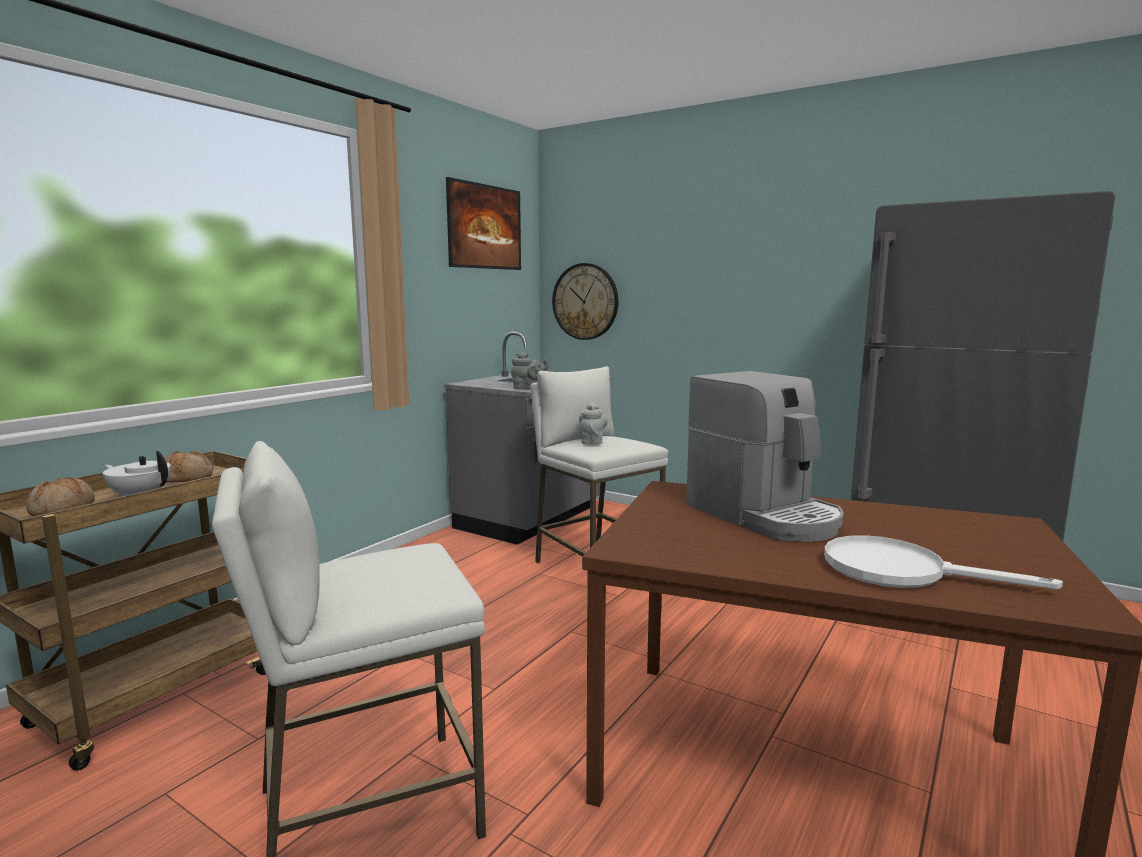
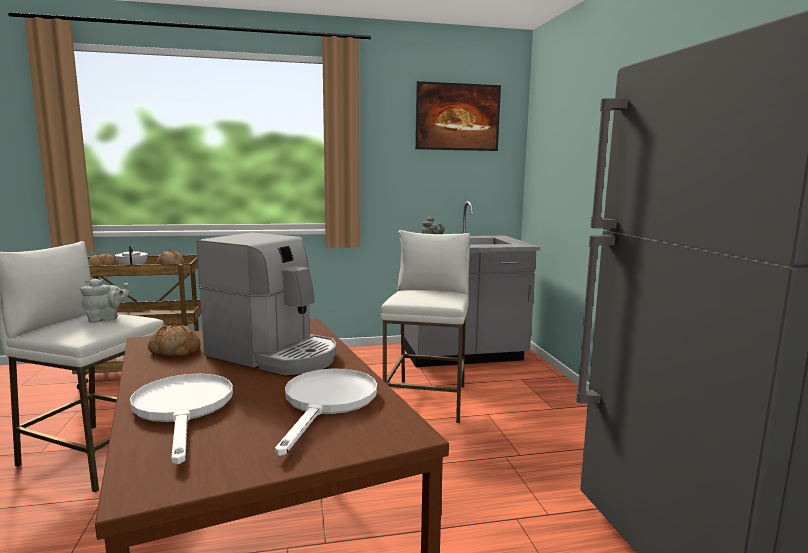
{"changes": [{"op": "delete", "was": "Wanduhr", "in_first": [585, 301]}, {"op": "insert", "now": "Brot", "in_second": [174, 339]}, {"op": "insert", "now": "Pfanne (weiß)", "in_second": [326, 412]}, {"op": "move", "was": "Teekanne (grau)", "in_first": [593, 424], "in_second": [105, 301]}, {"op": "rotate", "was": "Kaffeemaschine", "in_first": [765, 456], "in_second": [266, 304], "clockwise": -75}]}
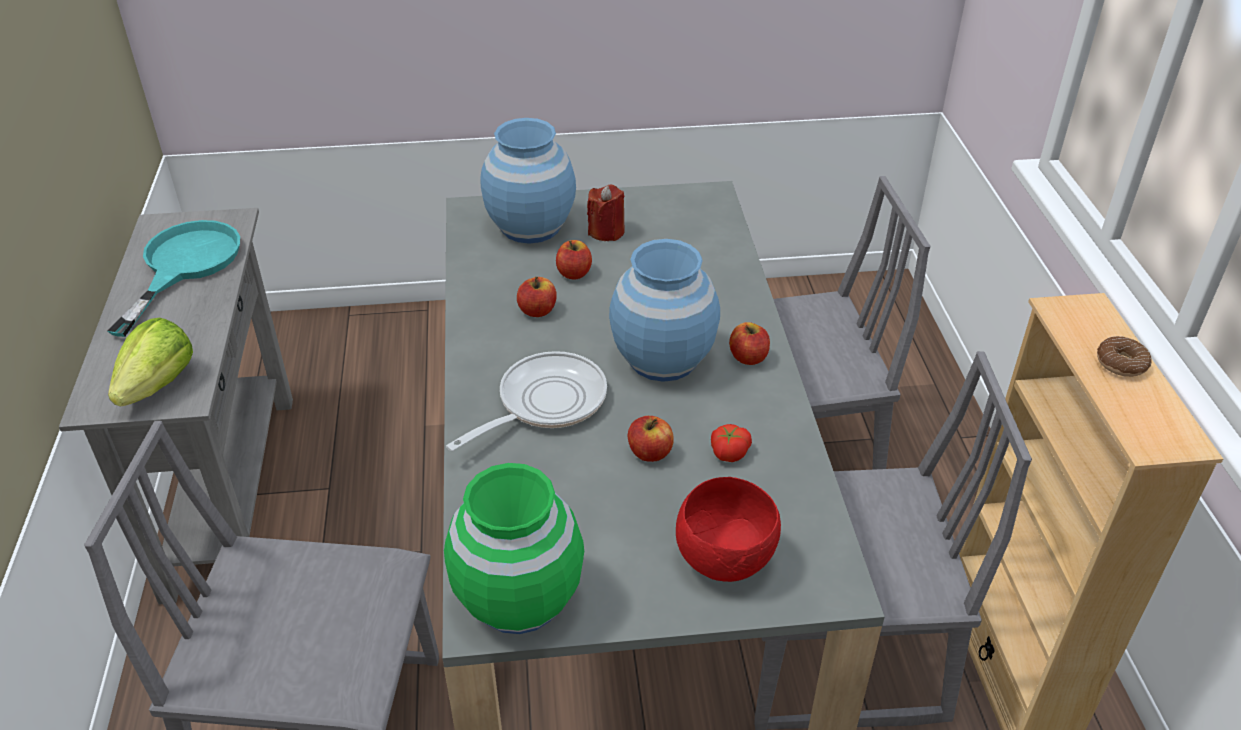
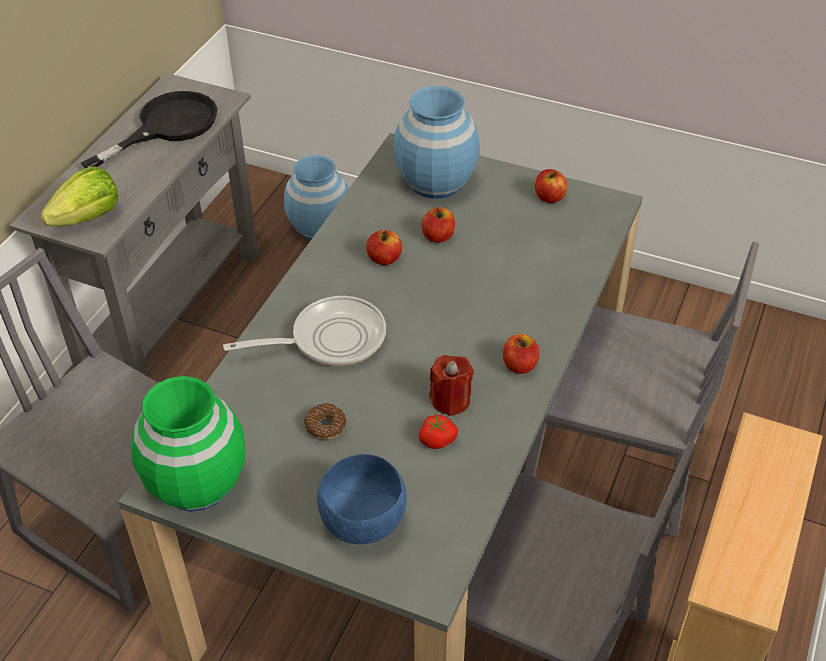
{"changes": [{"op": "move", "was": "Kerze (rot)", "in_first": [606, 212], "in_second": [452, 385]}, {"op": "move", "was": "Vase (blau)", "in_first": [664, 310], "in_second": [316, 197]}, {"op": "move", "was": "Apfel", "in_first": [651, 439], "in_second": [551, 186]}, {"op": "move", "was": "Donut", "in_first": [1124, 356], "in_second": [325, 421]}, {"op": "recolor", "was": "Pfanne (türkis)", "now": "Pfanne (schwarz)", "in_first": [173, 278], "in_second": [149, 129]}, {"op": "recolor", "was": "Schüssel (rot)", "now": "Schüssel (blau)", "in_first": [728, 529], "in_second": [362, 499]}]}
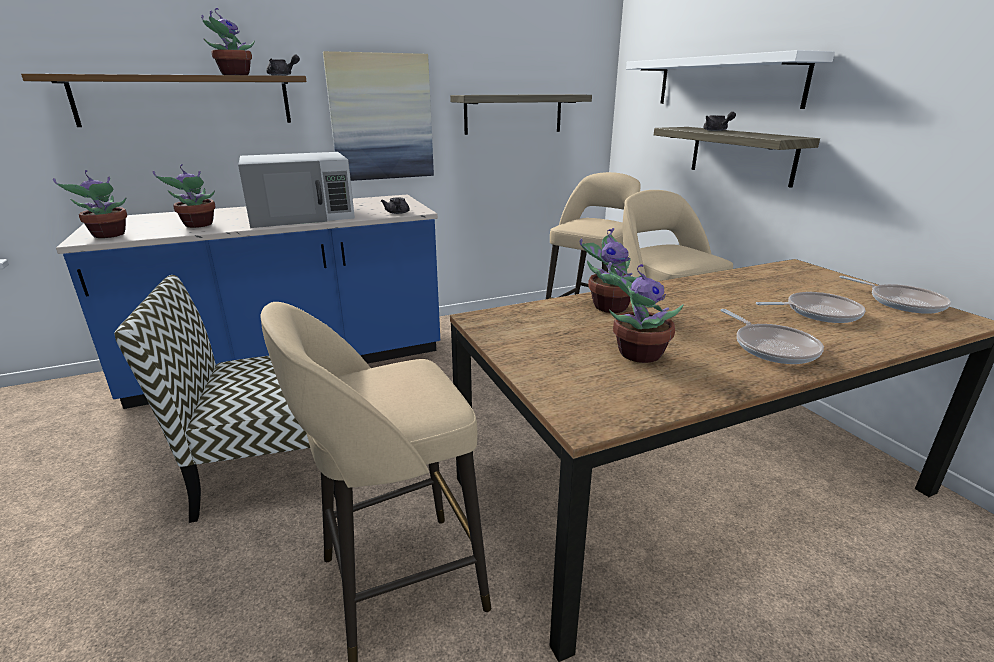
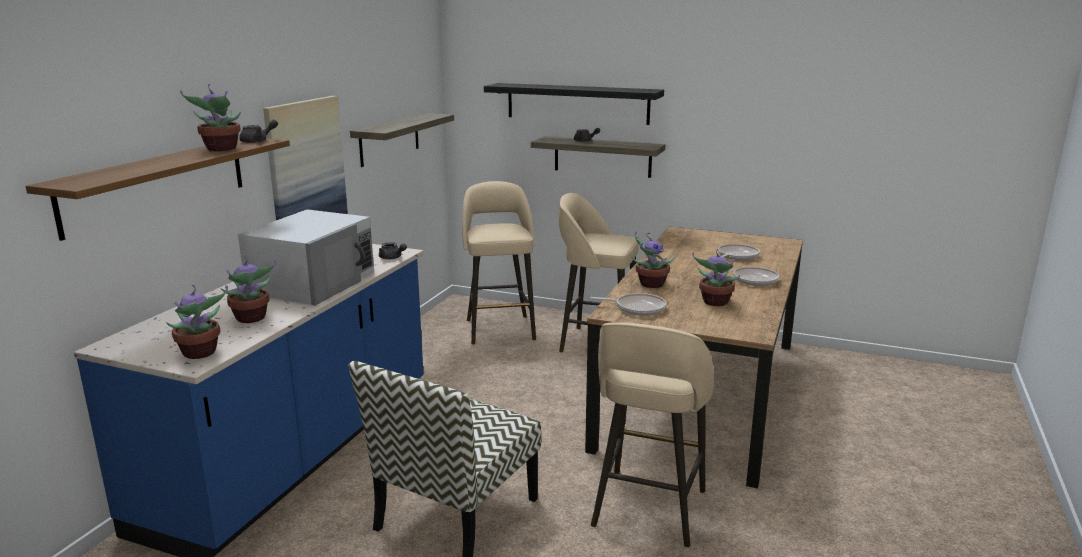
{"changes": [{"op": "move", "was": "Pfanne", "in_first": [895, 295], "in_second": [628, 304]}, {"op": "recolor", "was": "Wandregal (weiß)", "now": "Wandregal (schwarz)", "in_first": [730, 79], "in_second": [574, 104]}]}
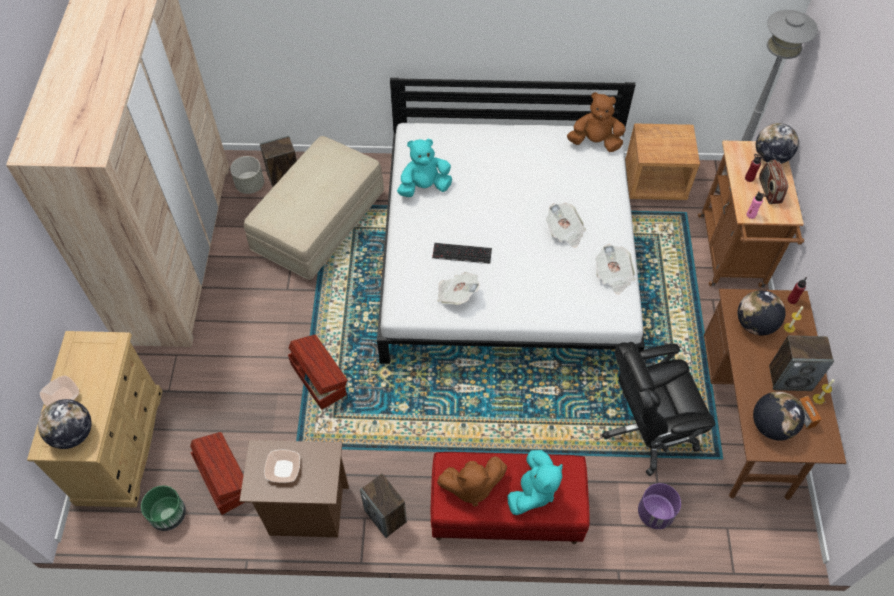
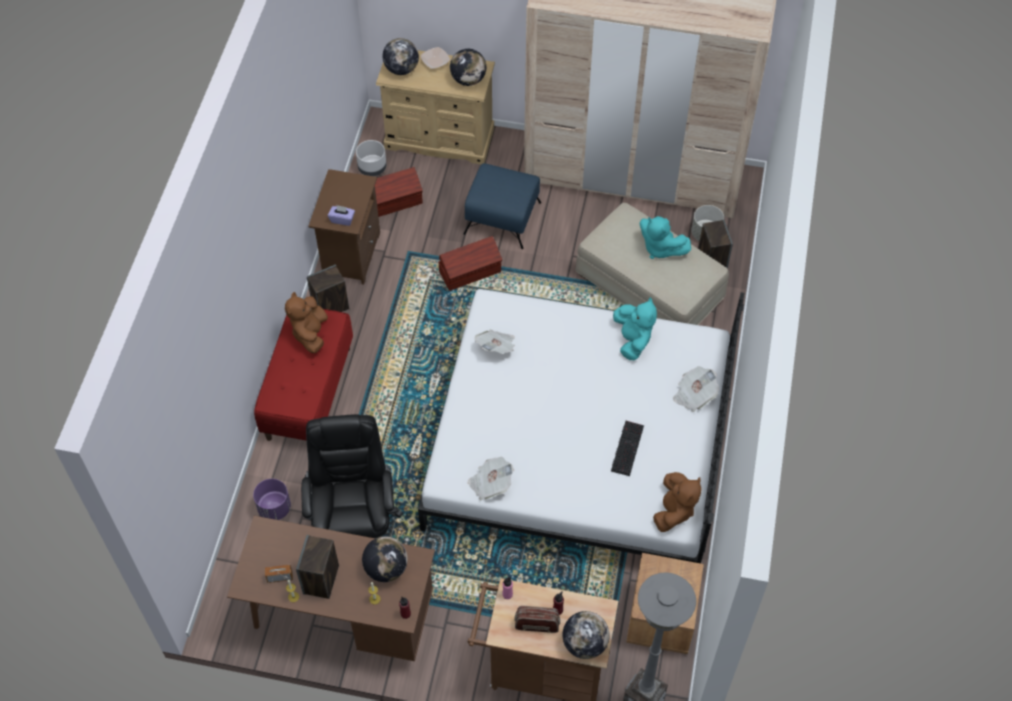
{"changes": [{"op": "delete", "was": "Schüssel", "in_first": [282, 466]}, {"op": "insert", "now": "Taschentuchbox (lila)", "in_second": [341, 215]}, {"op": "insert", "now": "Polsterhocker (blau)", "in_second": [502, 206]}, {"op": "move", "was": "Tastatur", "in_first": [462, 253], "in_second": [627, 448]}, {"op": "move", "was": "Plüschtier (türkis)", "in_first": [535, 482], "in_second": [665, 237]}, {"op": "move", "was": "Zeitung", "in_first": [566, 225], "in_second": [696, 389]}, {"op": "move", "was": "Globus", "in_first": [779, 416], "in_second": [468, 67]}, {"op": "recolor", "was": "Pflanzkübel (grün)", "now": "Pflanzkübel (grau)", "in_first": [163, 508], "in_second": [371, 158]}]}
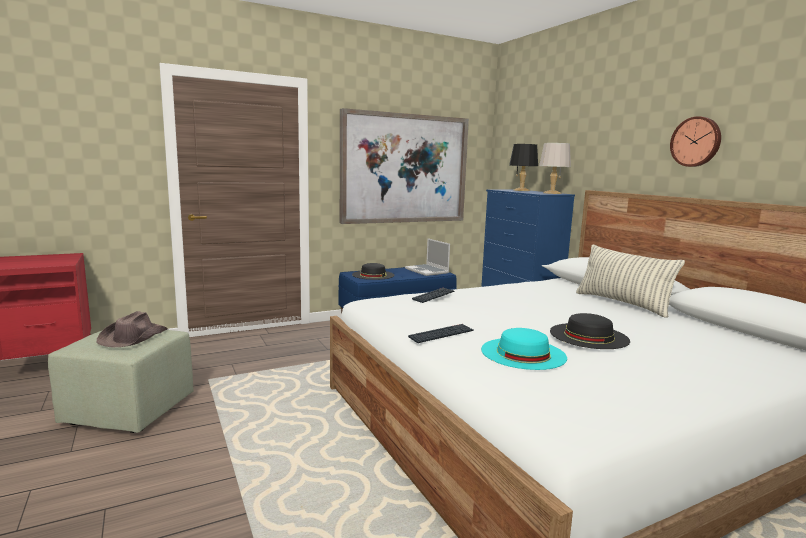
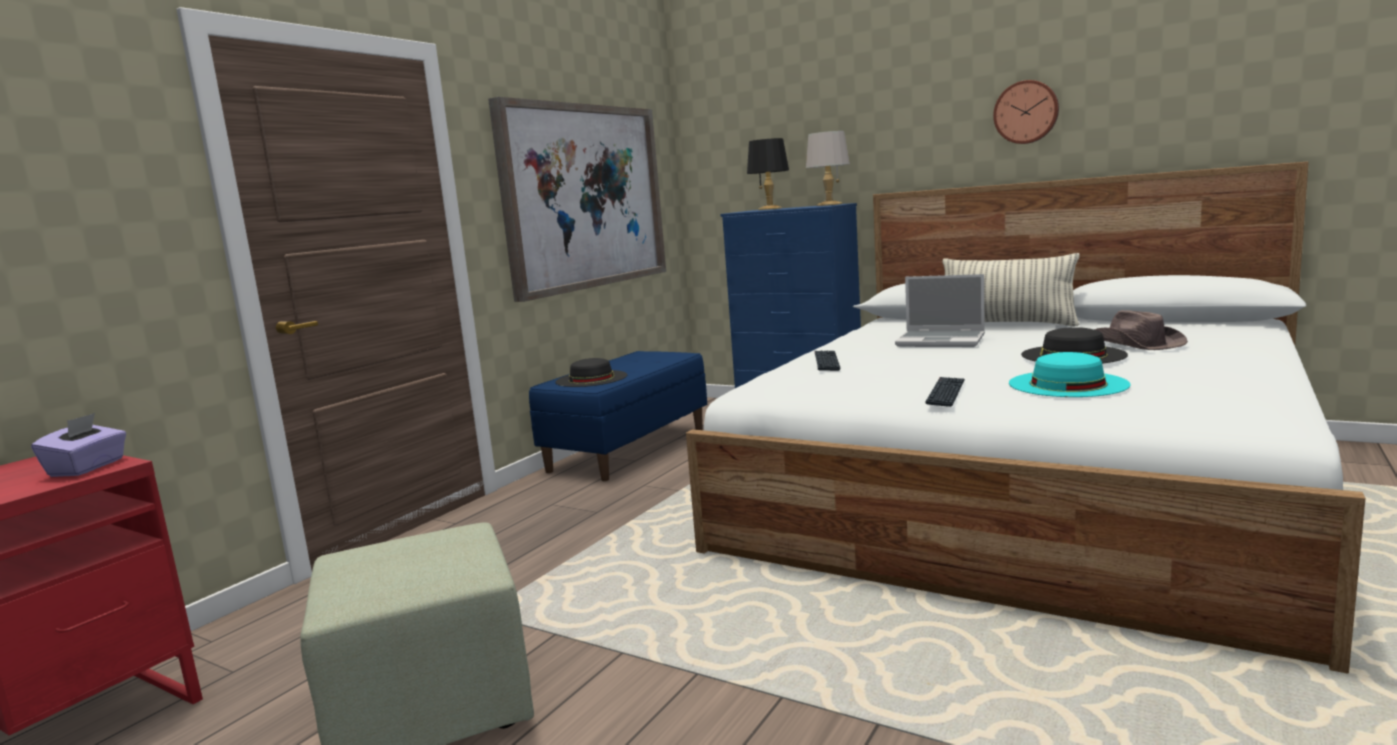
{"changes": [{"op": "insert", "now": "Taschentuchbox (lila)", "in_second": [78, 445]}, {"op": "move", "was": "Hut (braun)", "in_first": [132, 329], "in_second": [1141, 330]}, {"op": "move", "was": "Laptop", "in_first": [427, 257], "in_second": [940, 310]}]}
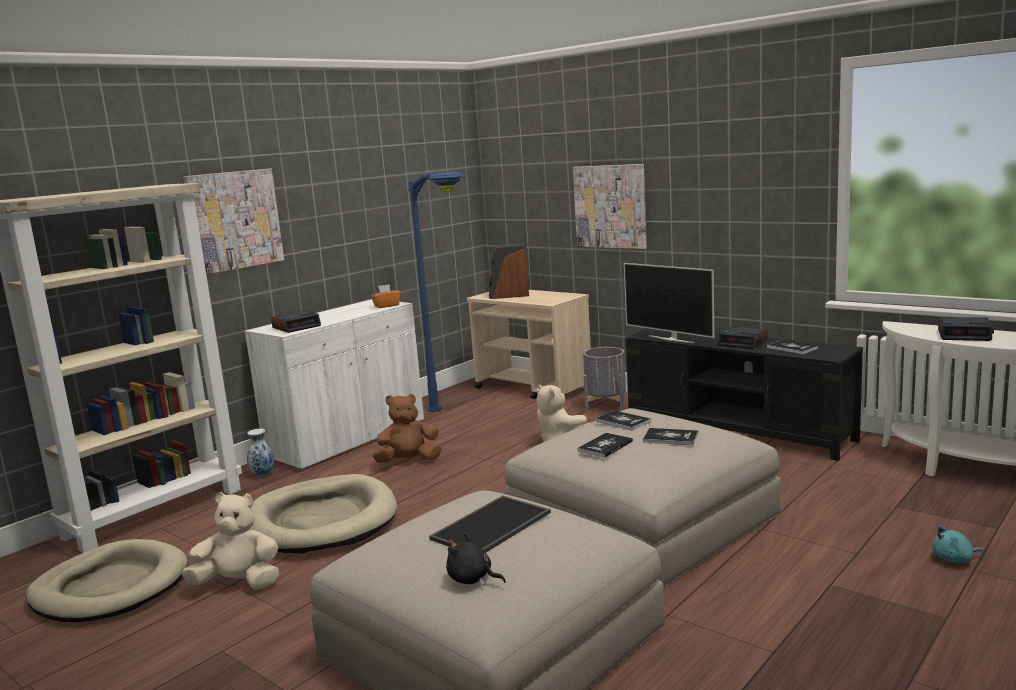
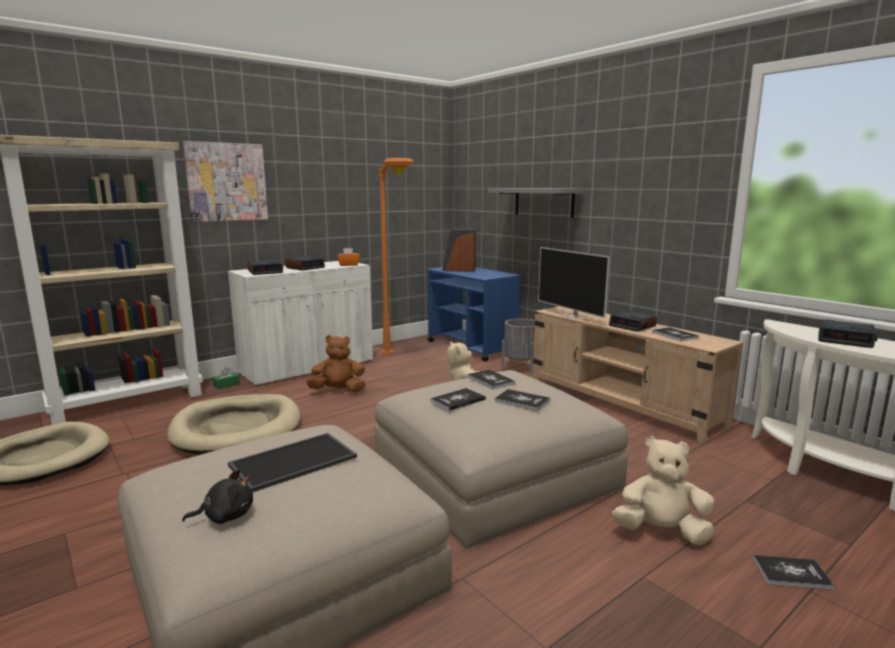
{"changes": [{"op": "insert", "now": "Wecker", "in_second": [305, 263]}, {"op": "move", "was": "Plüschtier (beige)", "in_first": [230, 540], "in_second": [663, 490]}, {"op": "replace", "was": "Vase", "now": "Taschentuchbox (grün)", "in_first": [260, 452], "in_second": [226, 378]}, {"op": "replace", "was": "Bild", "now": "Wandregal (grau)", "in_first": [610, 206], "in_second": [536, 203]}, {"op": "replace", "was": "Plüschtier (türkis)", "now": "Buch", "in_first": [957, 544], "in_second": [794, 572]}, {"op": "recolor", "was": "Stehlampe (blau)", "now": "Stehlampe (orange)", "in_first": [436, 292], "in_second": [396, 256]}, {"op": "recolor", "was": "Rollwagen (beige)", "now": "Rollwagen (blau)", "in_first": [529, 344], "in_second": [473, 314]}, {"op": "recolor", "was": "Fernsehschrank (schwarz)", "now": "Fernsehschrank (beige)", "in_first": [744, 394], "in_second": [638, 375]}, {"op": "rotate", "was": "Plüschtier (schwarz)", "in_first": [476, 559], "in_second": [217, 496], "clockwise": 120}]}
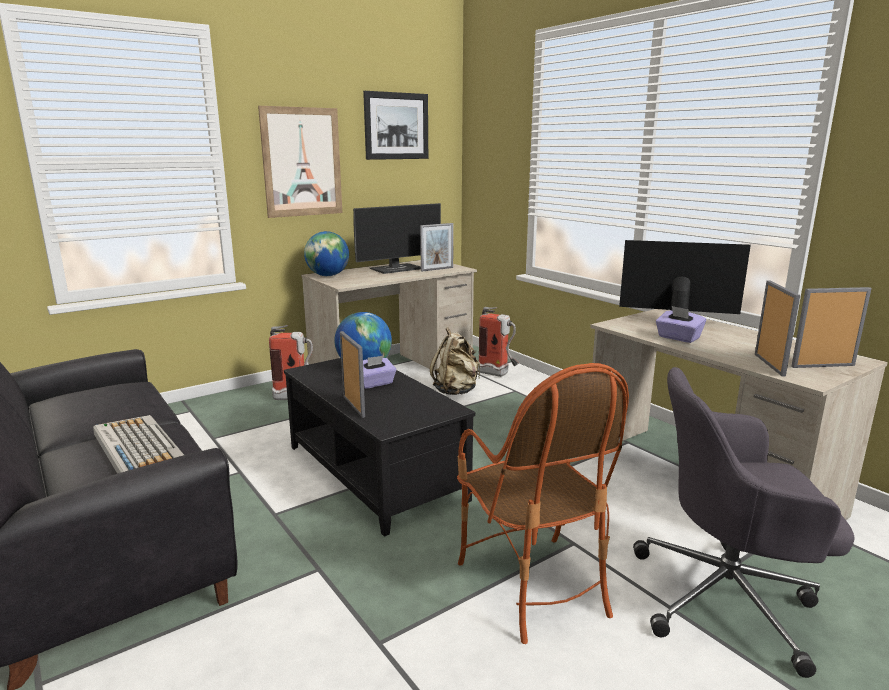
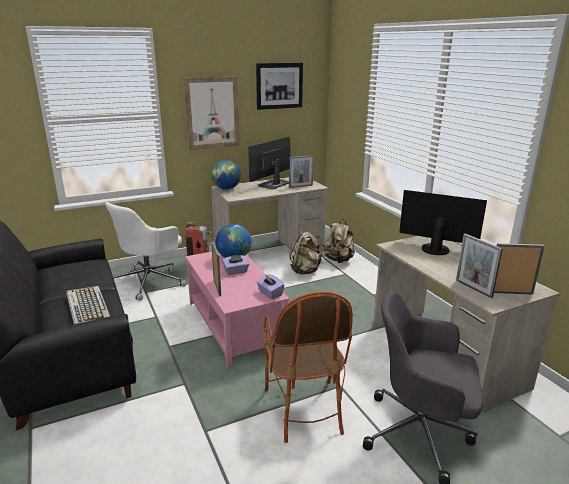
{"changes": [{"op": "insert", "now": "Bürostuhl (weiß)", "in_second": [146, 251]}, {"op": "move", "was": "Taschentuchbox (lila)", "in_first": [681, 324], "in_second": [271, 286]}, {"op": "replace", "was": "Feuerlöscher", "now": "Rucksack (beige)", "in_first": [498, 342], "in_second": [339, 241]}, {"op": "recolor", "was": "Couchtisch (schwarz)", "now": "Couchtisch (rosa)", "in_first": [379, 447], "in_second": [237, 310]}, {"op": "rotate", "was": "Monitor", "in_first": [397, 238], "in_second": [269, 163], "clockwise": 150}, {"op": "rotate", "was": "Bilderrahmen", "in_first": [777, 328], "in_second": [479, 266], "clockwise": 135}]}
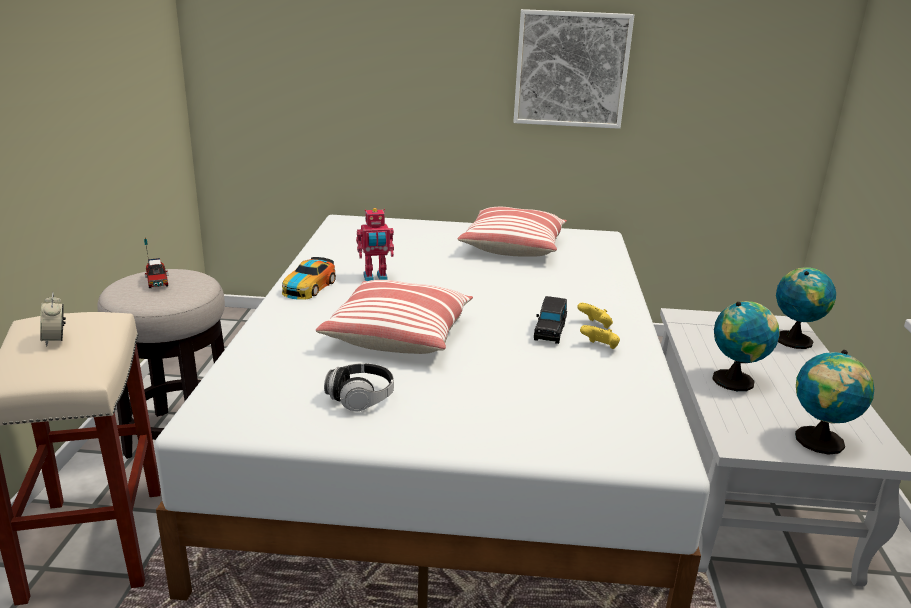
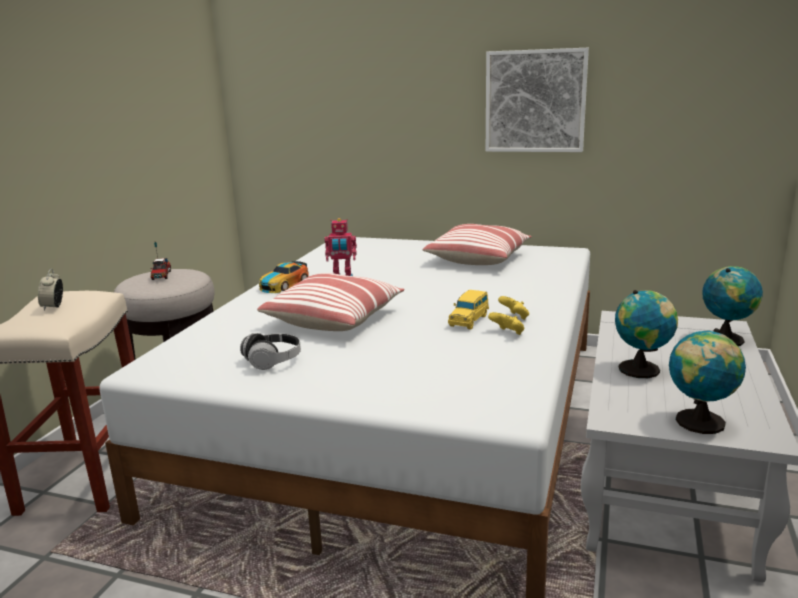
{"changes": [{"op": "recolor", "was": "Spielzeugauto (schwarz)", "now": "Spielzeugauto (gelb)", "in_first": [550, 320], "in_second": [468, 310]}]}
